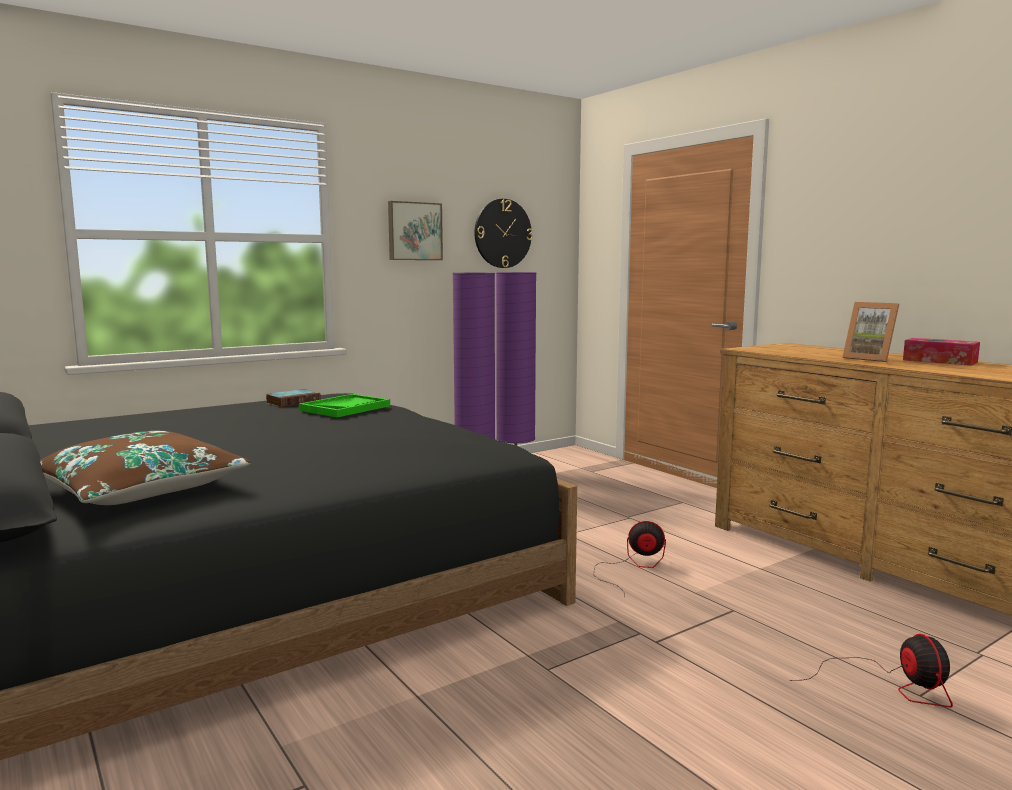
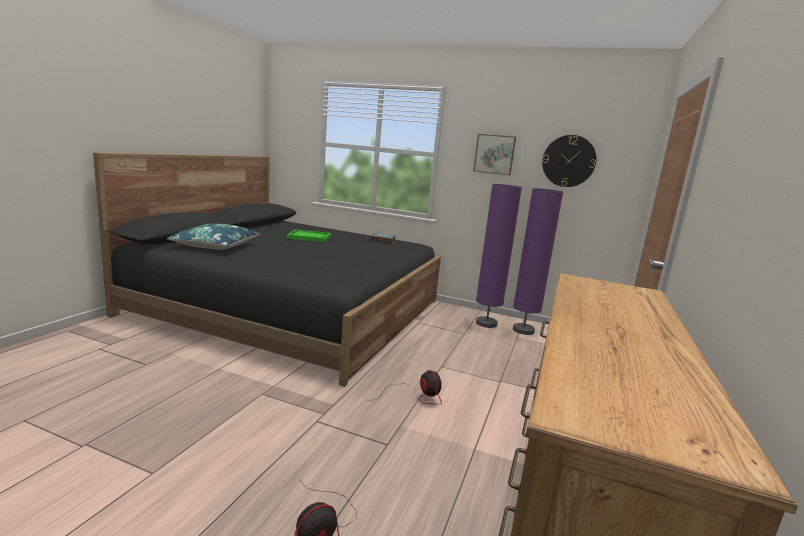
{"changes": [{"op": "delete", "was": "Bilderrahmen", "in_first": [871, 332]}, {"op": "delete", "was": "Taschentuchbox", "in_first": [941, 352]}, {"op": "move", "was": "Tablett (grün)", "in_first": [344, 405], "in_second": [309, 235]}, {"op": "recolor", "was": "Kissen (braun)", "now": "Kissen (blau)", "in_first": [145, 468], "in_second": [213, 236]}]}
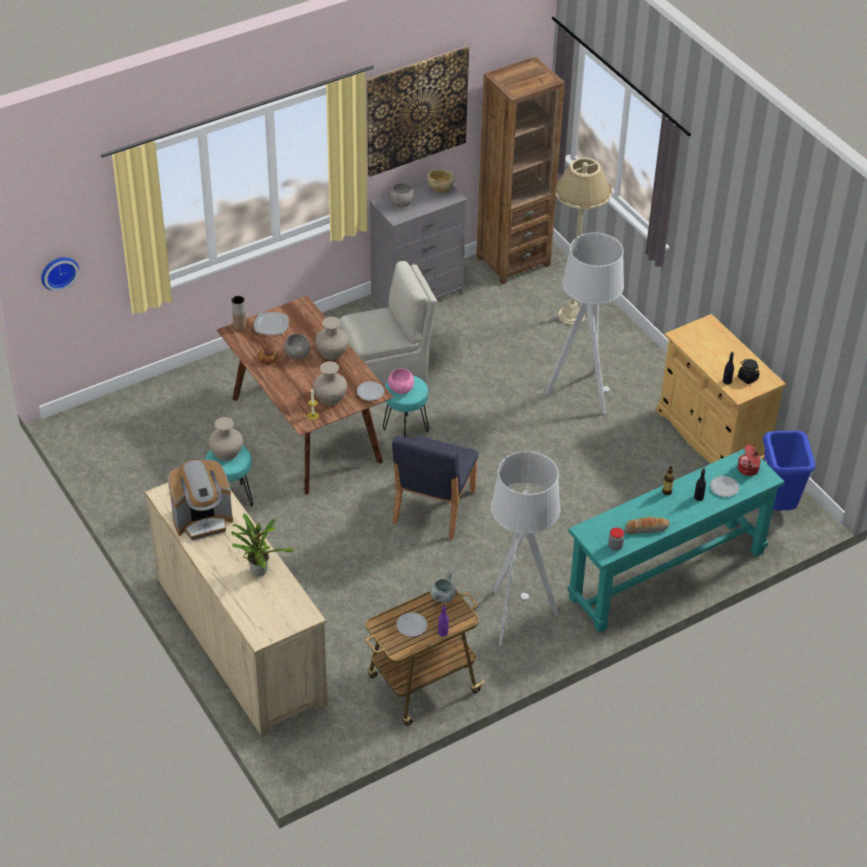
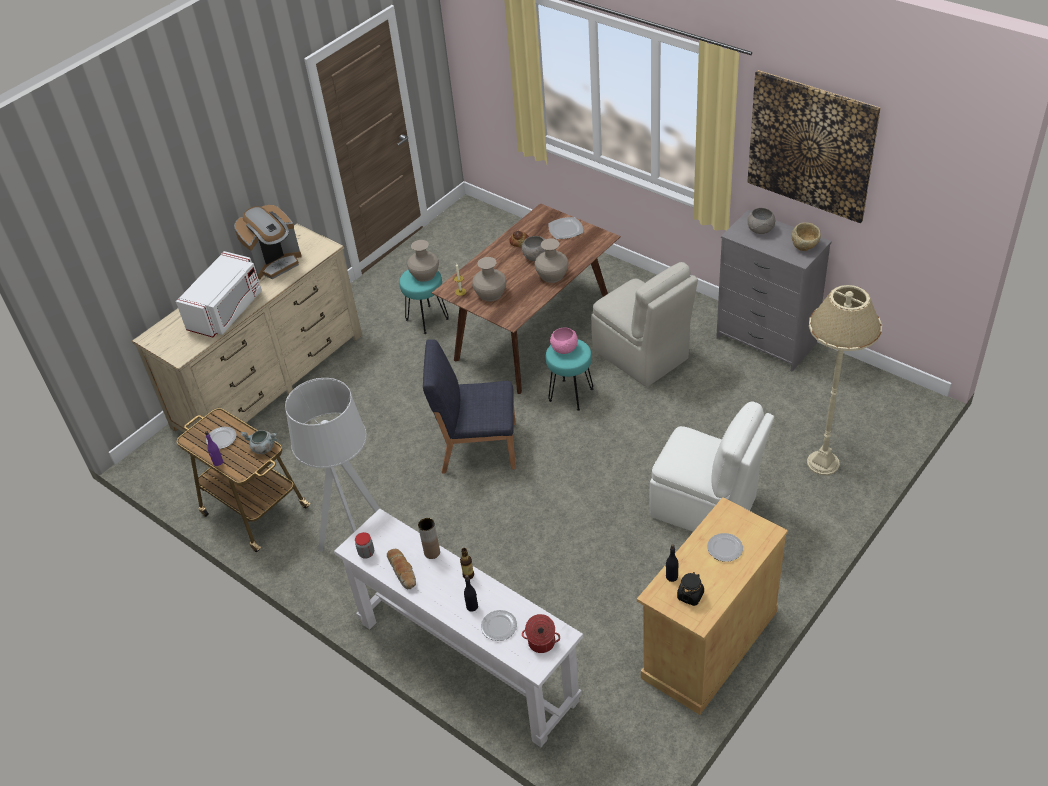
{"changes": [{"op": "delete", "was": "Wanduhr", "in_first": [60, 274]}, {"op": "delete", "was": "Bücherregal (braun)", "in_first": [520, 170]}, {"op": "delete", "was": "Mülleimer (blau)", "in_first": [789, 470]}, {"op": "move", "was": "Vase (braun)", "in_first": [238, 313], "in_second": [429, 538]}, {"op": "move", "was": "Teller", "in_first": [370, 391], "in_second": [725, 547]}, {"op": "replace", "was": "Topfpflanze", "now": "Mikrowelle (weiß)", "in_first": [262, 544], "in_second": [219, 294]}, {"op": "replace", "was": "Stehlampe (grau)", "now": "Stuhl (weiß)", "in_first": [584, 323], "in_second": [711, 466]}, {"op": "recolor", "was": "Konsolentisch (türkis)", "now": "Konsolentisch (weiß)", "in_first": [676, 540], "in_second": [458, 628]}, {"op": "rotate", "was": "Kaffeemaschine", "in_first": [200, 499], "in_second": [268, 242], "clockwise": -90}]}
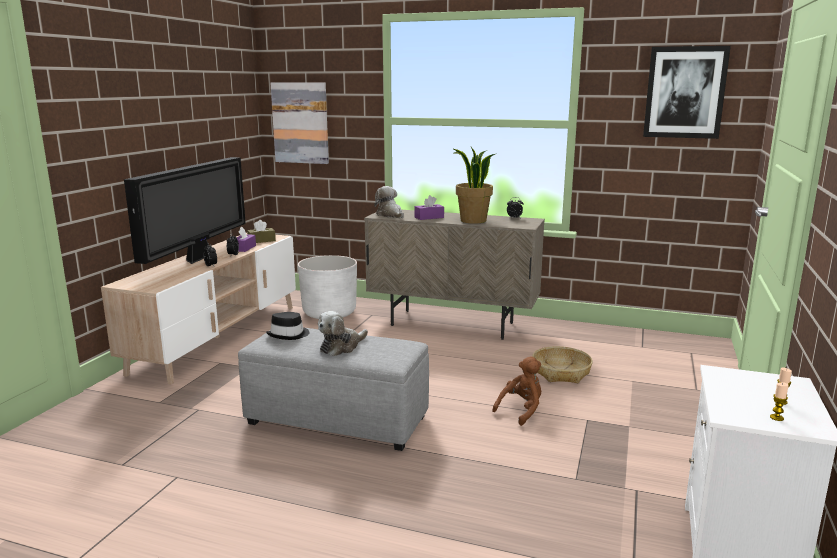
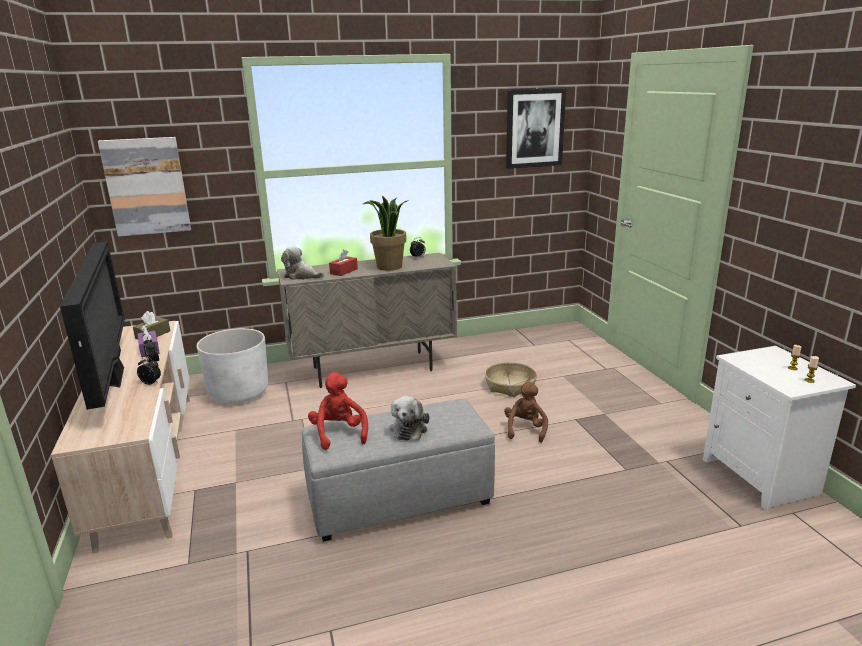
{"changes": [{"op": "replace", "was": "Hut (schwarz)", "now": "Plüschtier (rot)", "in_first": [288, 326], "in_second": [338, 411]}, {"op": "recolor", "was": "Taschentuchbox (lila)", "now": "Taschentuchbox (rot)", "in_first": [429, 207], "in_second": [343, 262]}]}
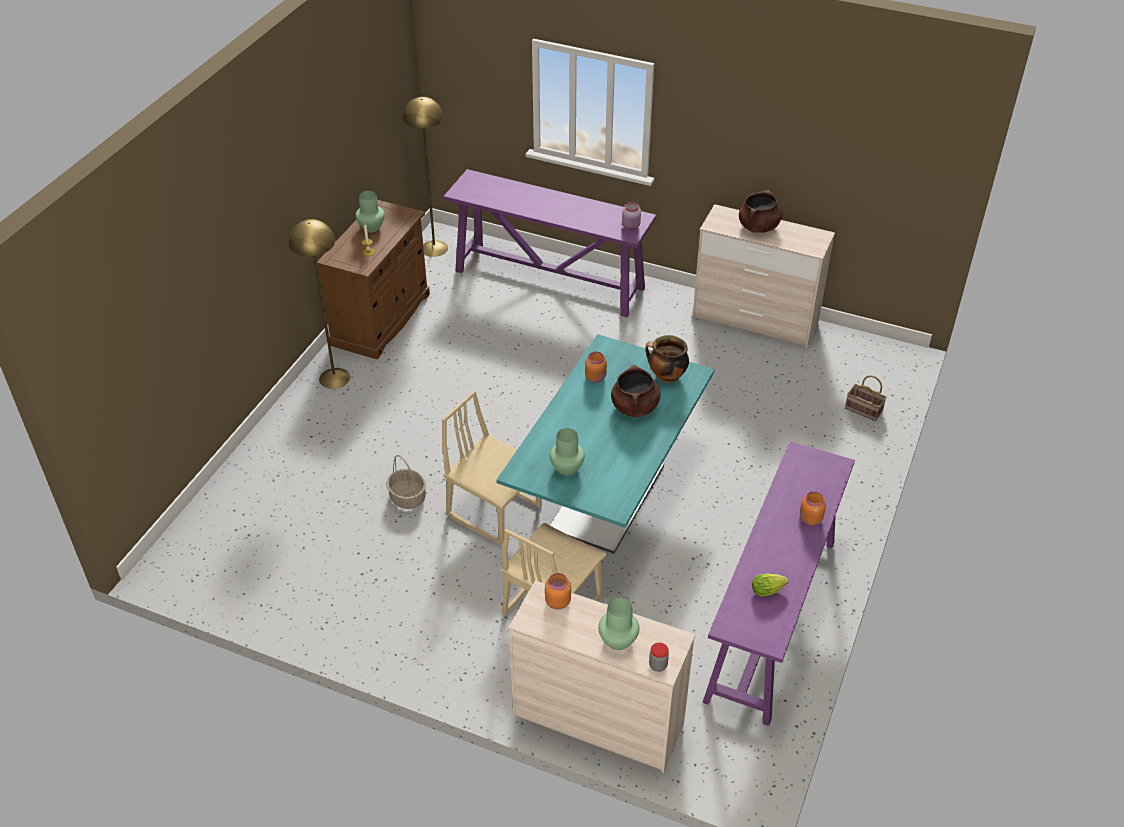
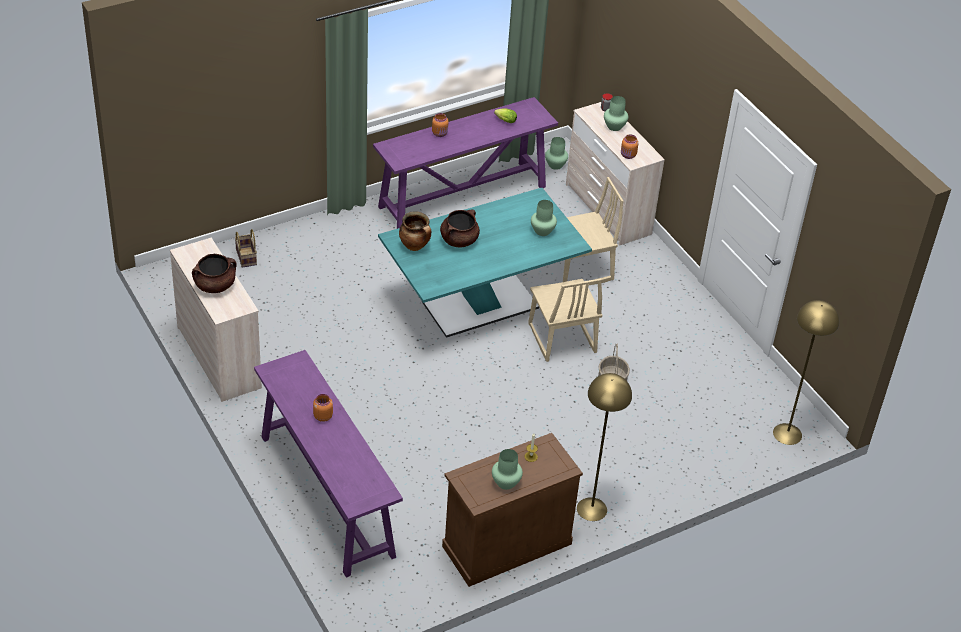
{"changes": [{"op": "delete", "was": "Vorratsglas (rosa)", "in_first": [631, 216]}, {"op": "insert", "now": "Vase (grün)", "in_second": [556, 153]}, {"op": "move", "was": "Stehlampe (gelb)", "in_first": [425, 177], "in_second": [806, 372]}, {"op": "move", "was": "Vorratsglas (orange)", "in_first": [596, 367], "in_second": [323, 408]}]}
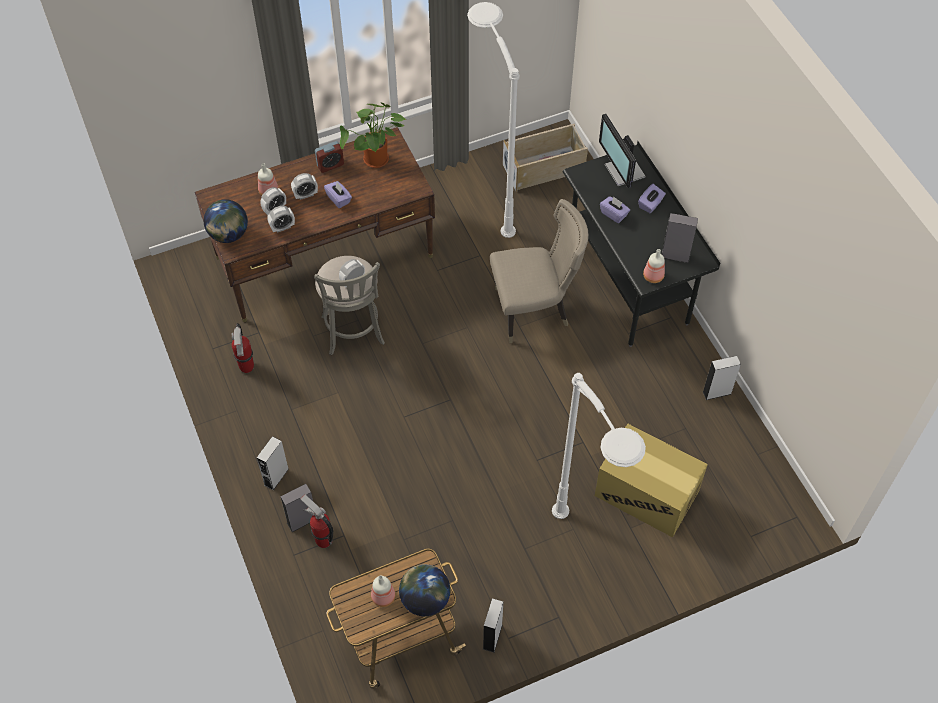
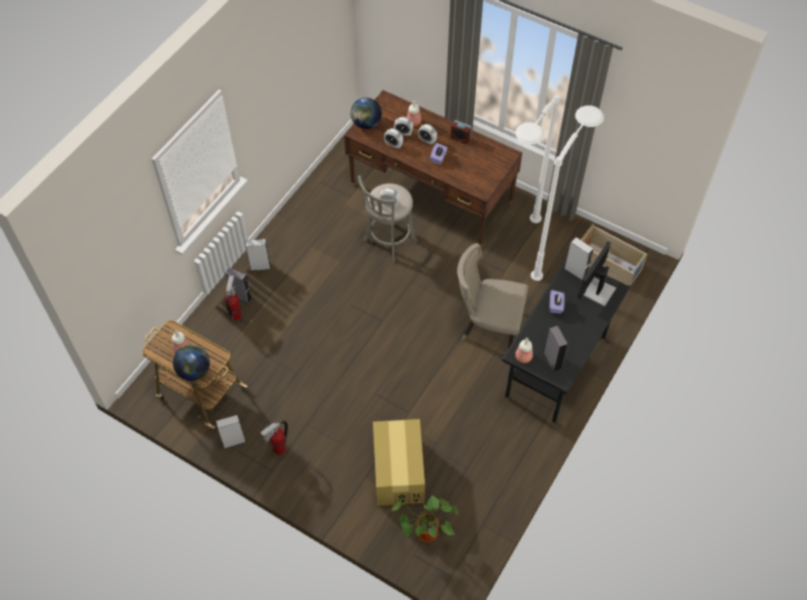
{"changes": [{"op": "delete", "was": "Taschentuchbox (lila)", "in_first": [652, 198]}, {"op": "move", "was": "Feuerlöscher", "in_first": [243, 348], "in_second": [274, 438]}, {"op": "move", "was": "Topfpflanze", "in_first": [373, 135], "in_second": [424, 518]}, {"op": "move", "was": "Stehlampe (weiß)", "in_first": [599, 446], "in_second": [537, 159]}, {"op": "move", "was": "Lautsprecher (grau)", "in_first": [722, 378], "in_second": [579, 258]}, {"op": "rotate", "was": "Stuhl (beige)", "in_first": [539, 271], "in_second": [492, 296], "clockwise": 150}]}
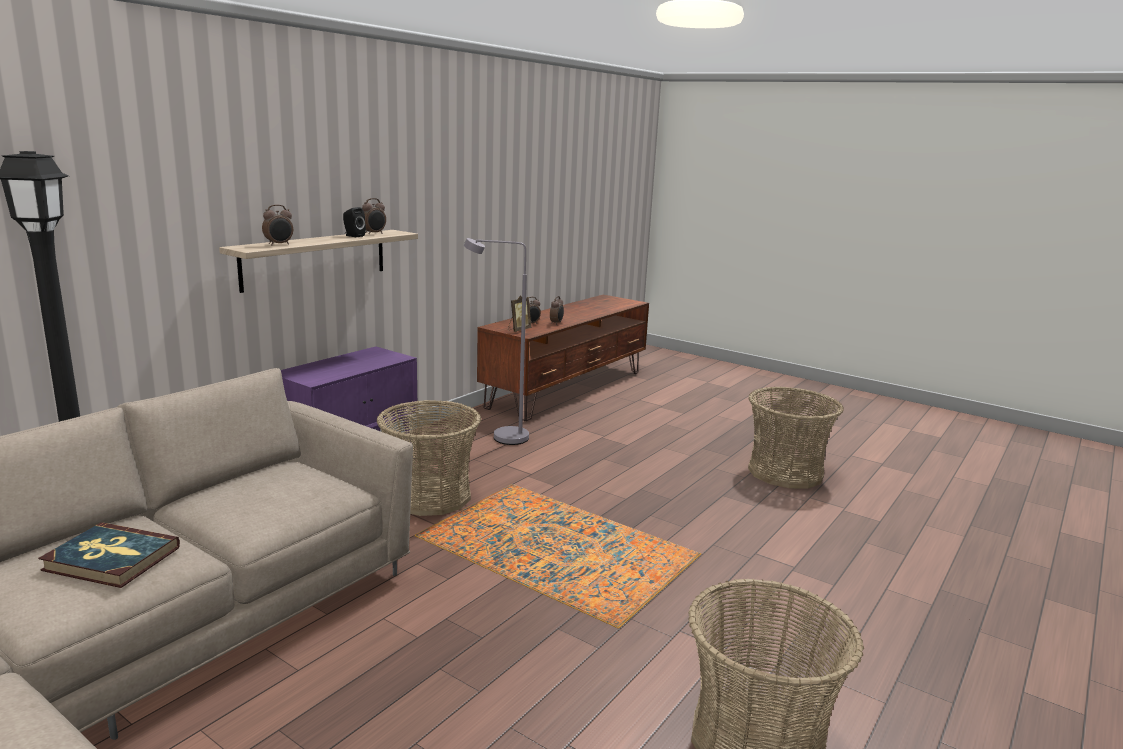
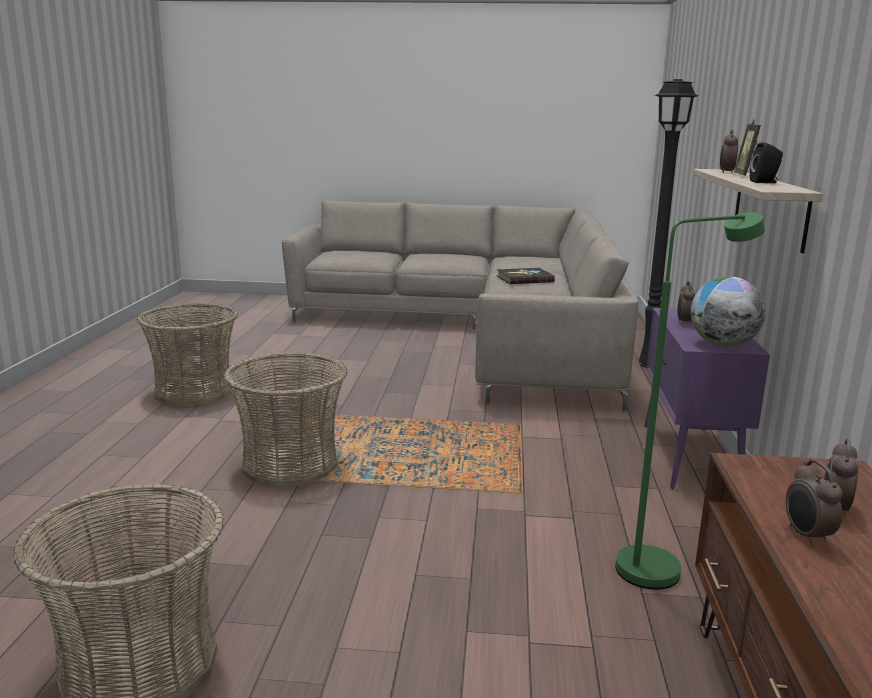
{"changes": [{"op": "insert", "now": "Globus", "in_second": [728, 311]}, {"op": "move", "was": "Wecker", "in_first": [374, 216], "in_second": [686, 303]}, {"op": "move", "was": "Korb", "in_first": [429, 458], "in_second": [286, 419]}, {"op": "move", "was": "Bilderrahmen", "in_first": [519, 313], "in_second": [747, 147]}, {"op": "recolor", "was": "Stehlampe (grau)", "now": "Stehlampe (grün)", "in_first": [496, 341], "in_second": [690, 401]}]}
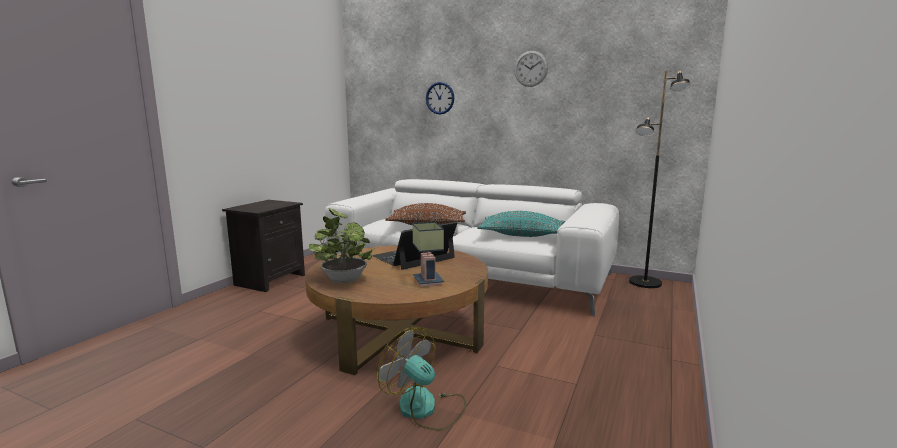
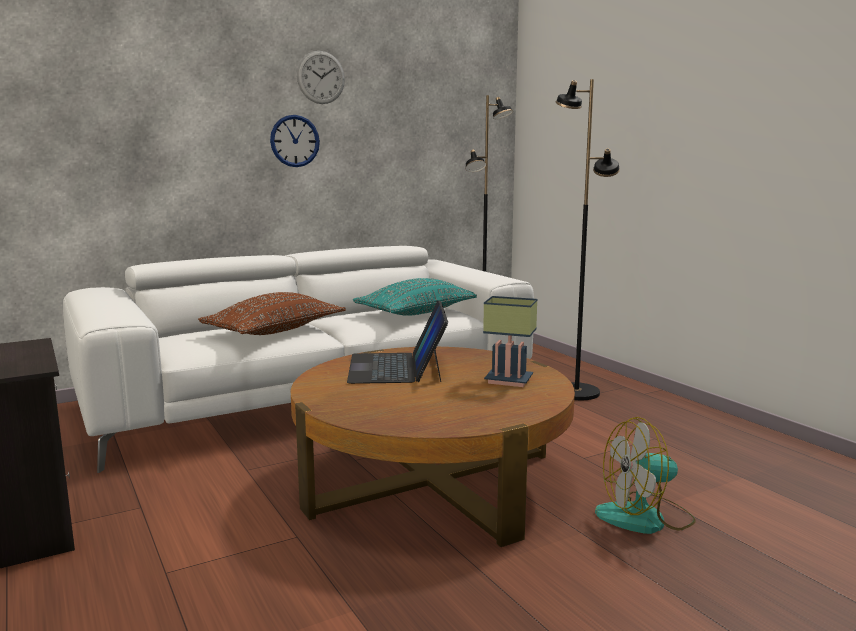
{"changes": [{"op": "delete", "was": "Topfpflanze", "in_first": [342, 246]}, {"op": "insert", "now": "Stehlampe (schwarz)", "in_second": [588, 239]}, {"op": "move", "was": "Wanduhr", "in_first": [440, 98], "in_second": [295, 141]}]}
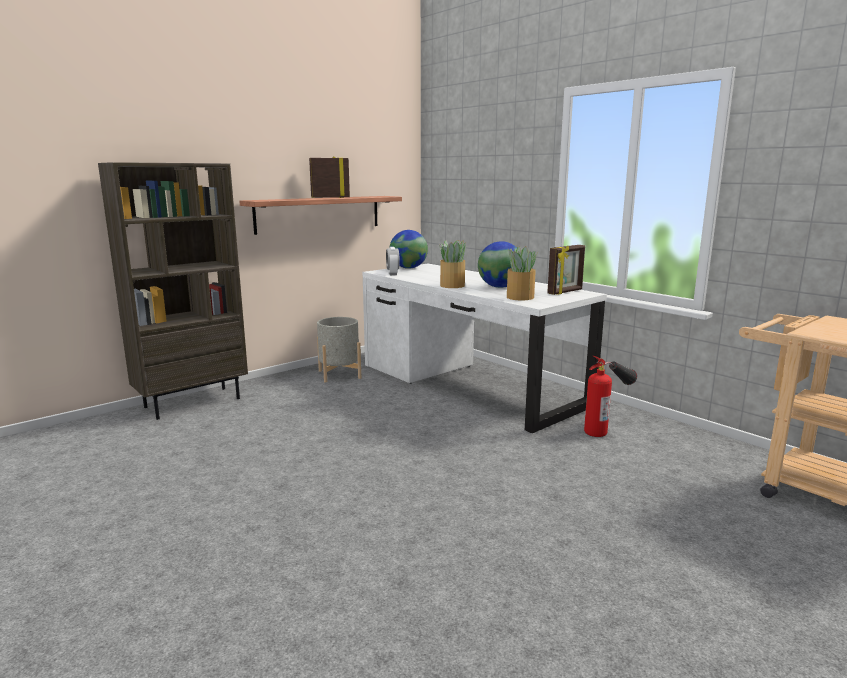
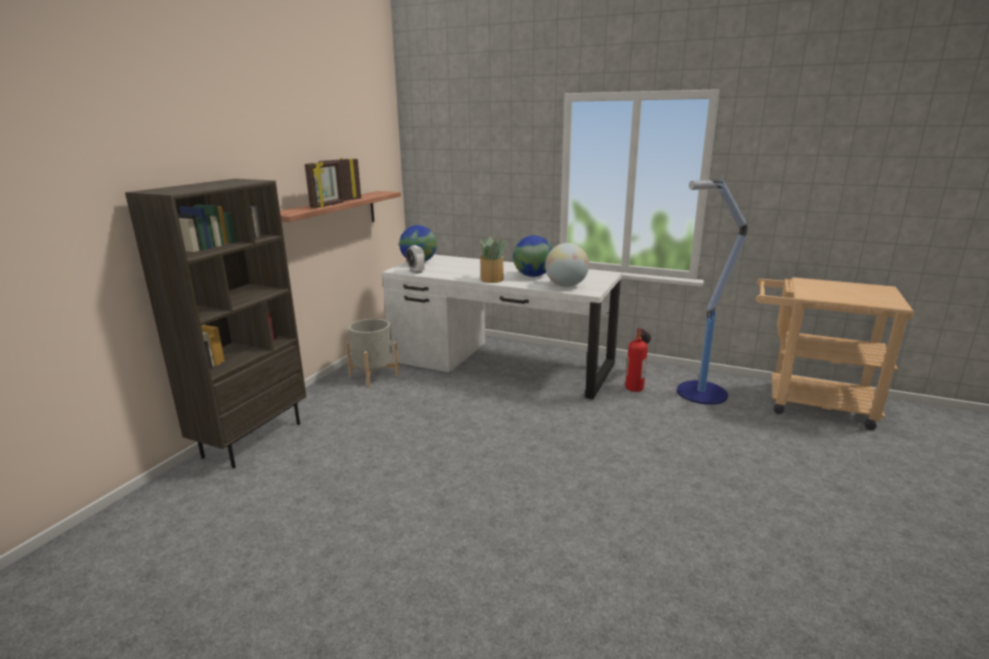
{"changes": [{"op": "insert", "now": "Stehlampe", "in_second": [712, 291]}, {"op": "move", "was": "Bilderrahmen", "in_first": [566, 270], "in_second": [324, 184]}, {"op": "replace", "was": "Topfpflanze", "now": "Globus", "in_first": [522, 273], "in_second": [567, 265]}]}
